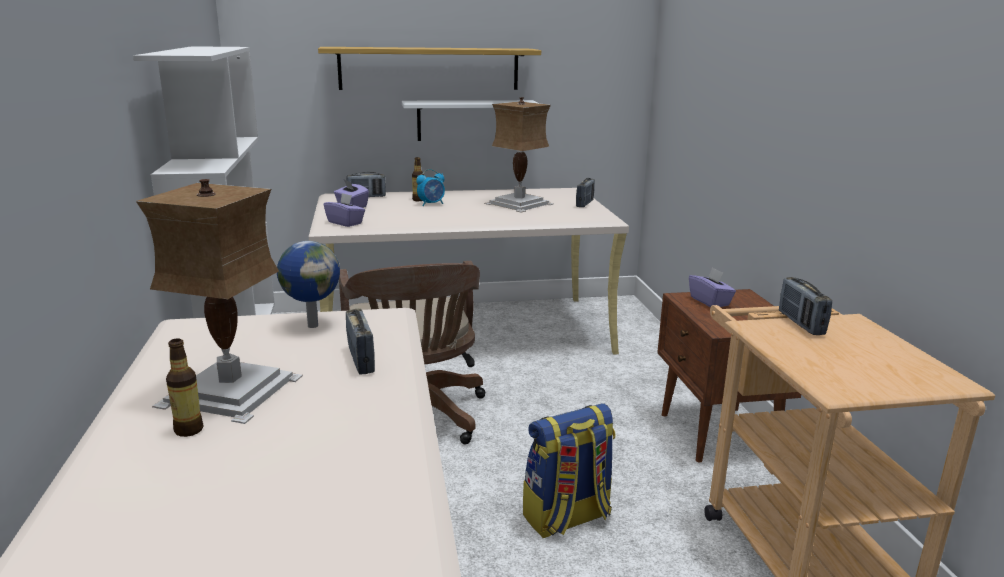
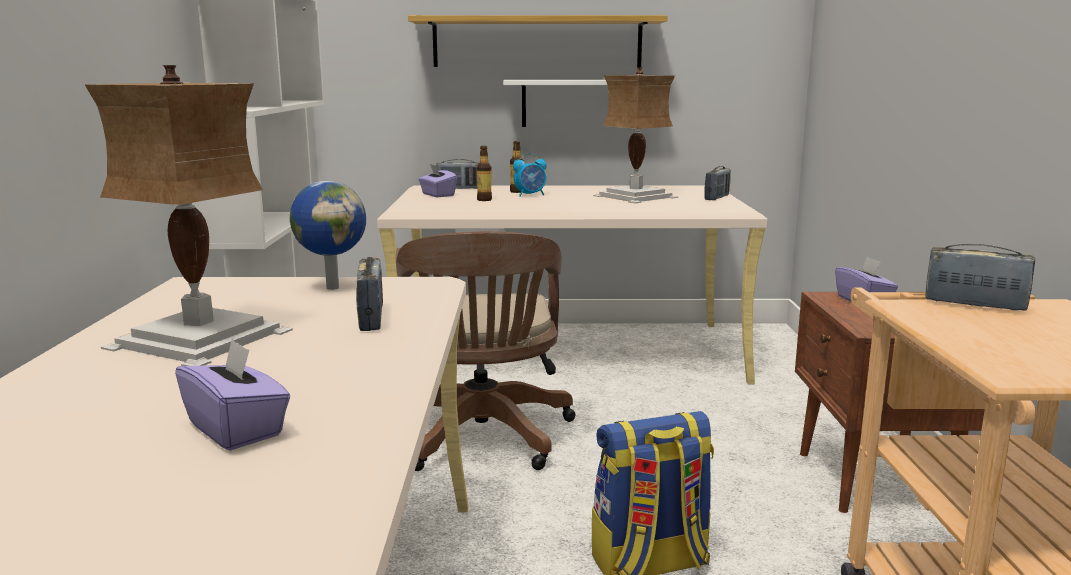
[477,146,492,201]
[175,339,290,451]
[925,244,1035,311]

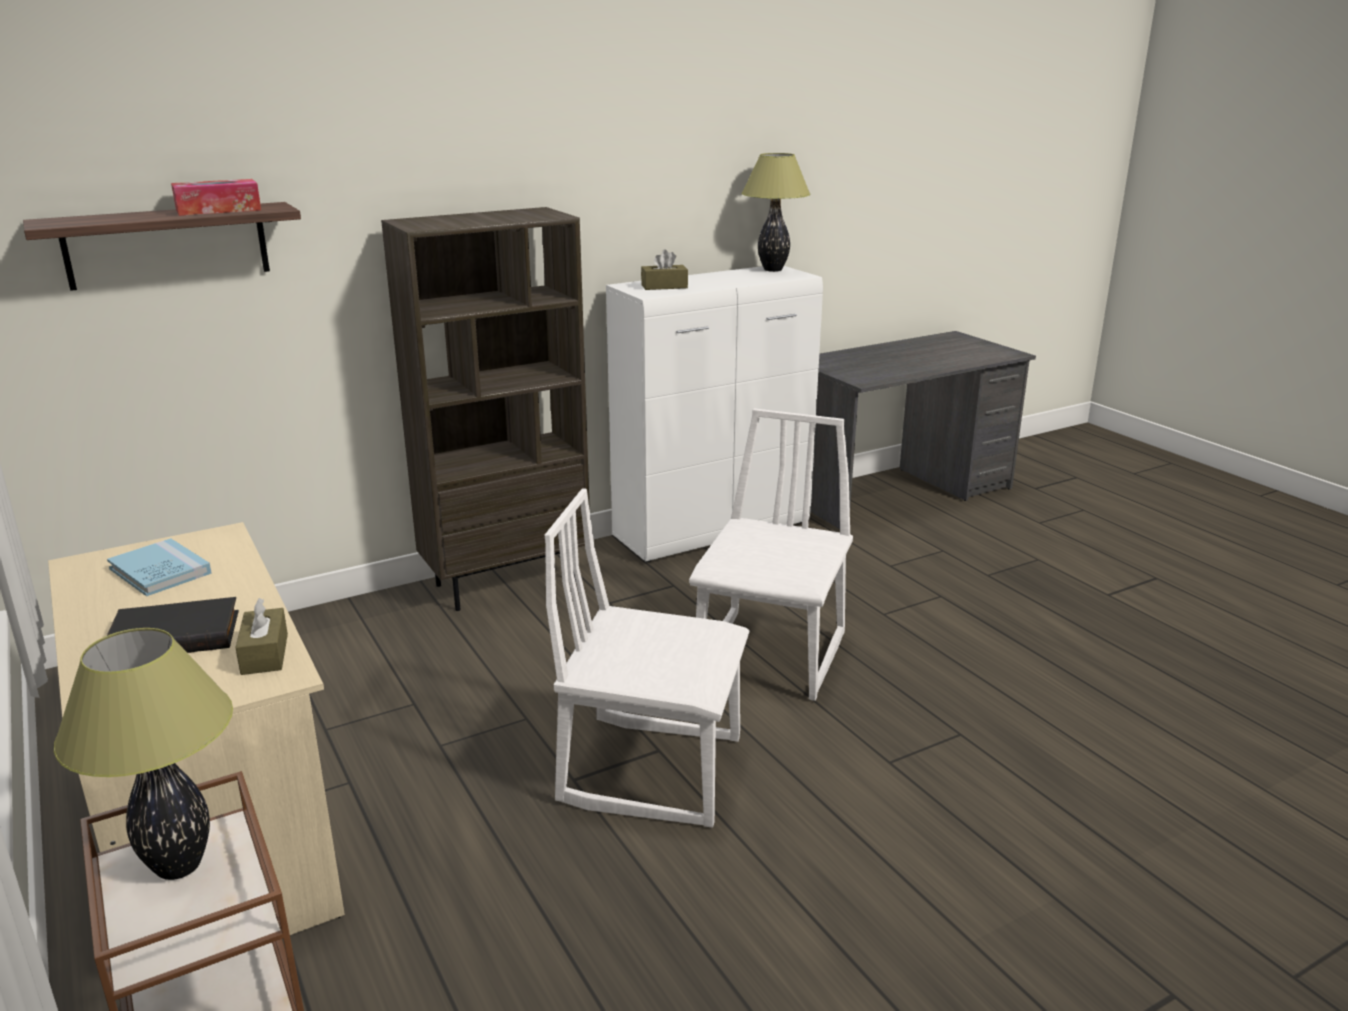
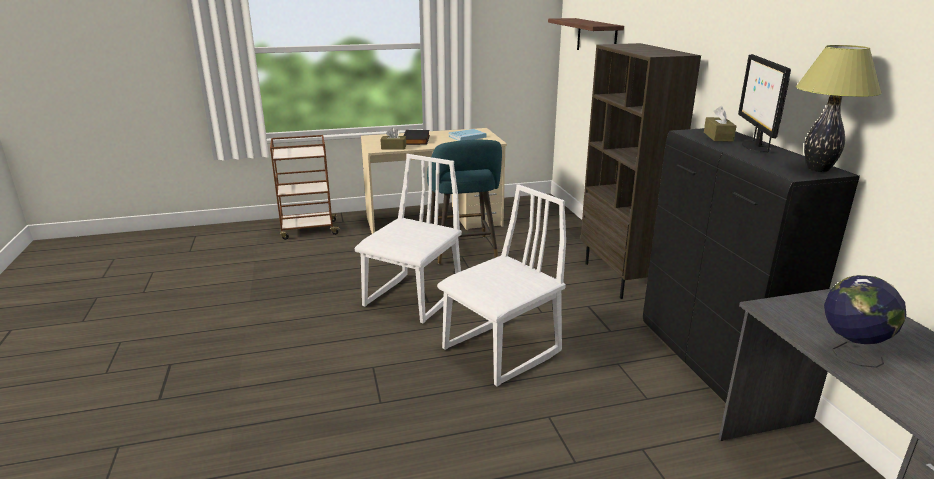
[54,628,233,880] (first image)
[171,179,261,216] (first image)
[643,128,860,403]
[437,184,566,386]
[427,140,502,264]
[738,54,791,153]
[824,275,906,368]

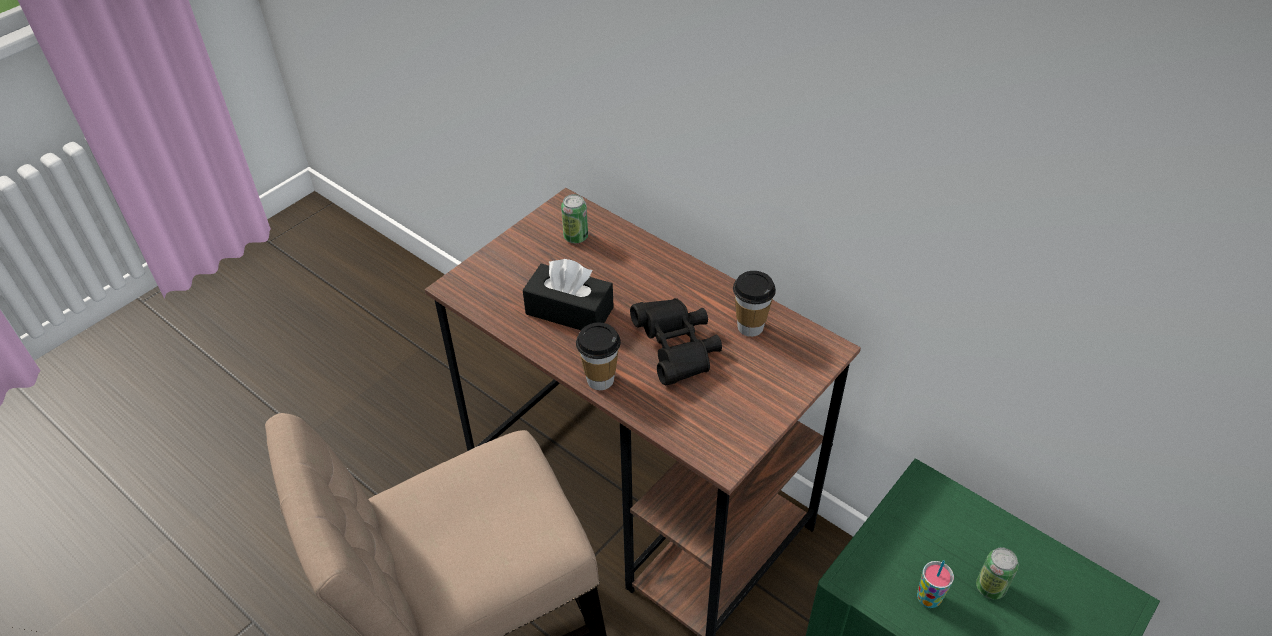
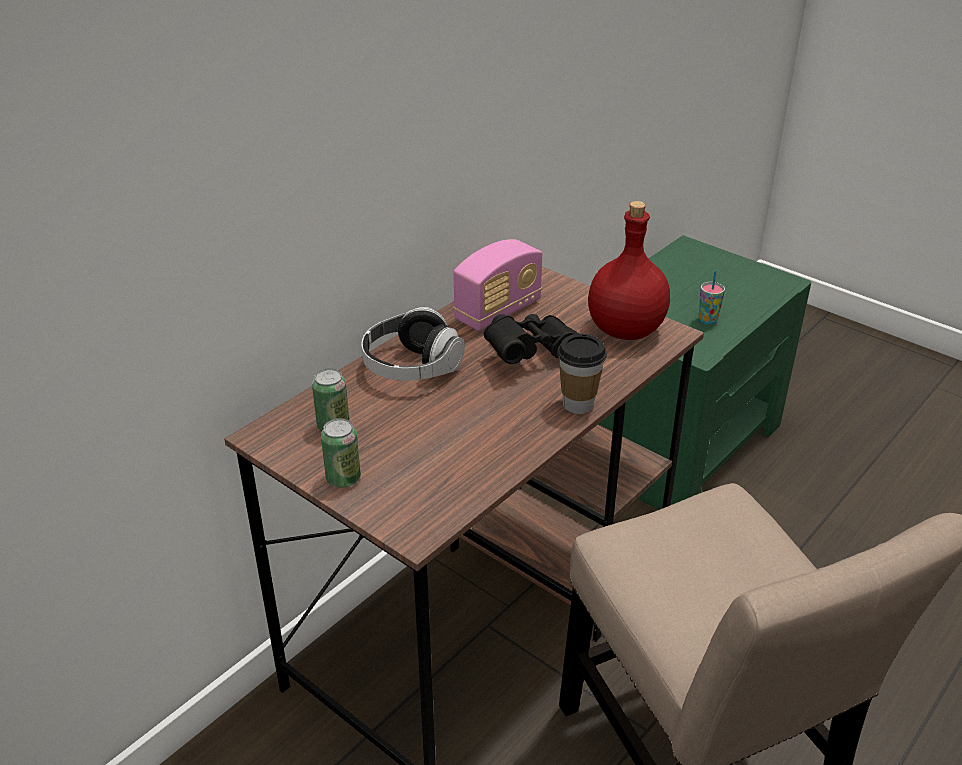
[523,259,614,330] (first image)
[453,239,542,331]
[321,418,361,488]
[362,307,465,381]
[588,201,670,340]

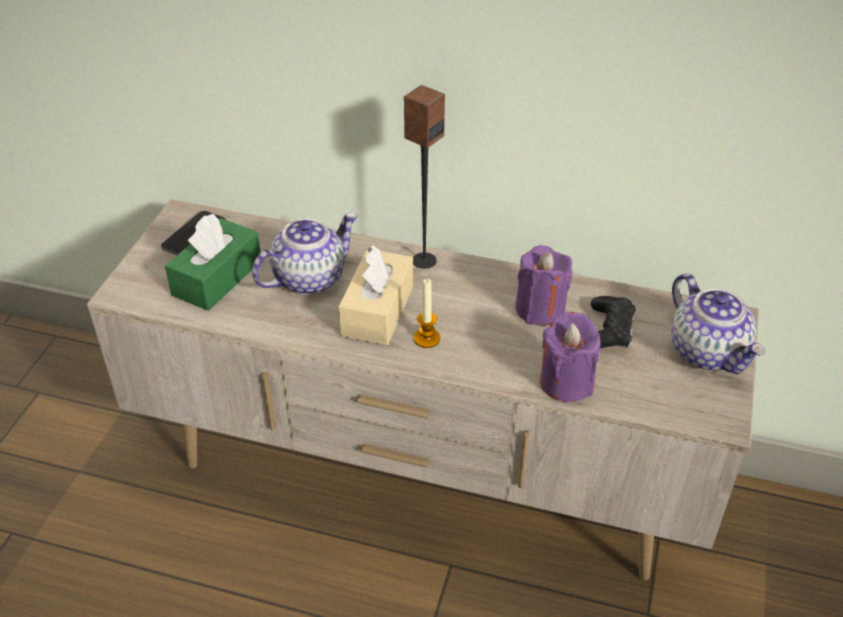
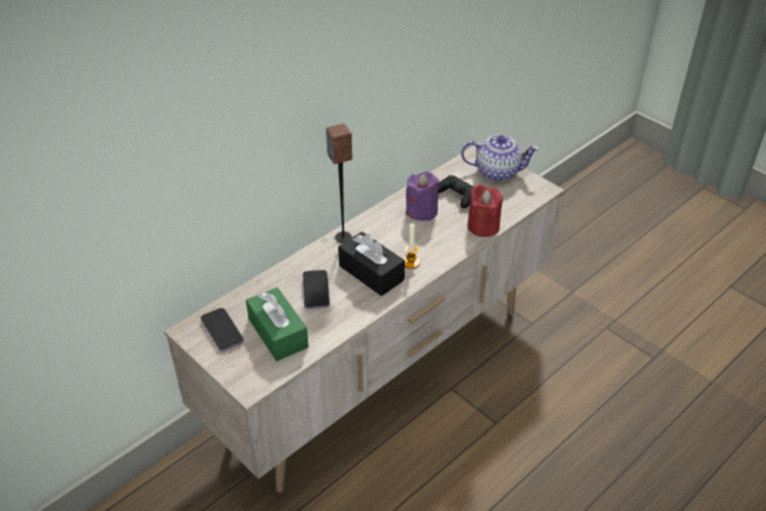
[303,270,330,309]
[338,232,405,296]
[468,184,503,237]

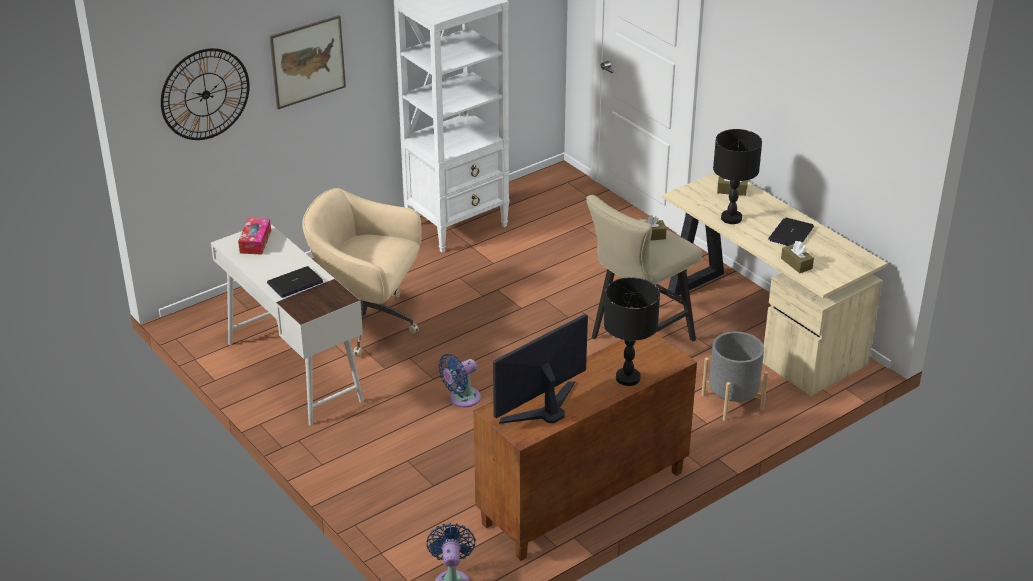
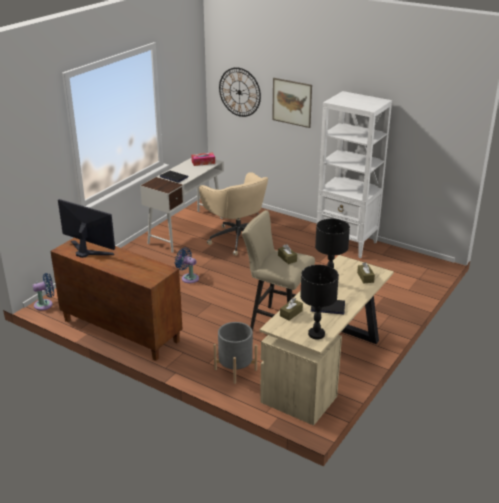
[199,172,268,256]
[300,265,339,339]

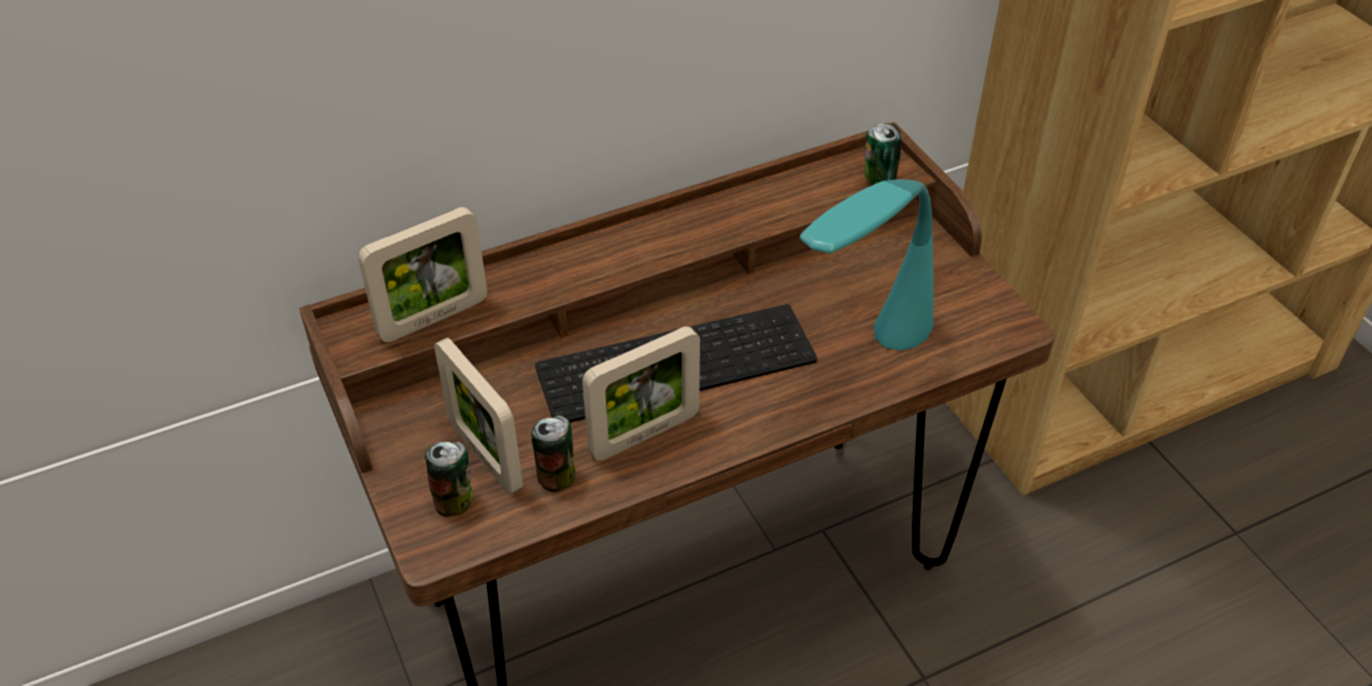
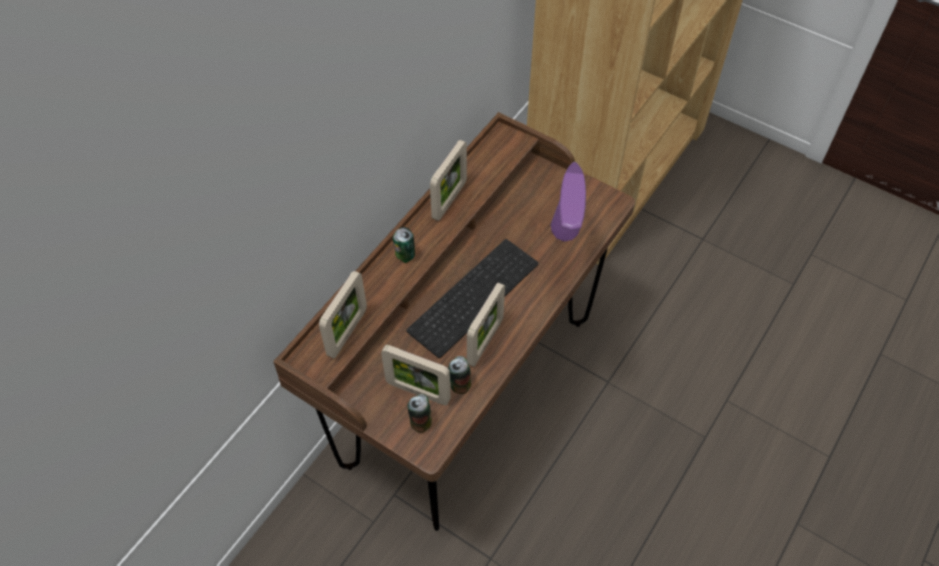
[551,162,586,242]
[393,227,415,263]
[430,140,467,221]

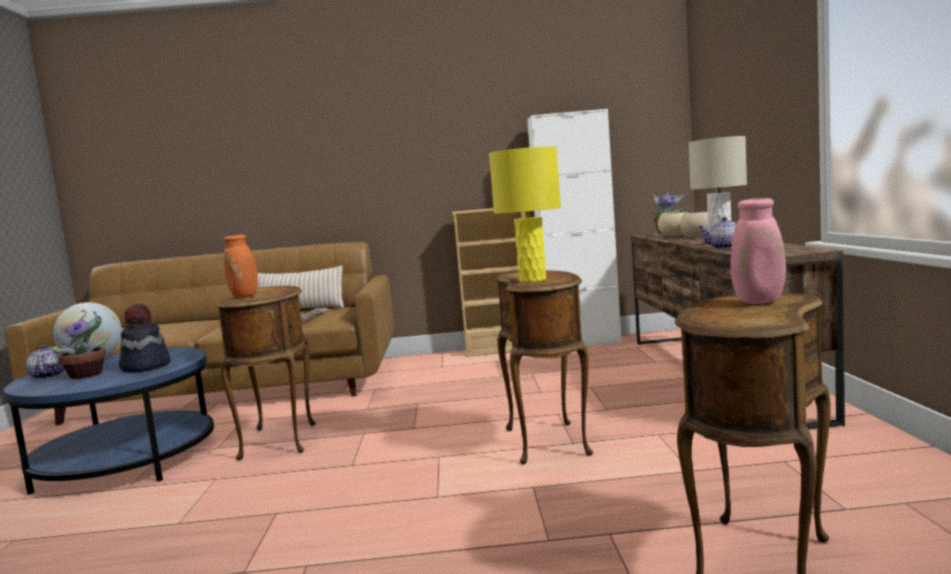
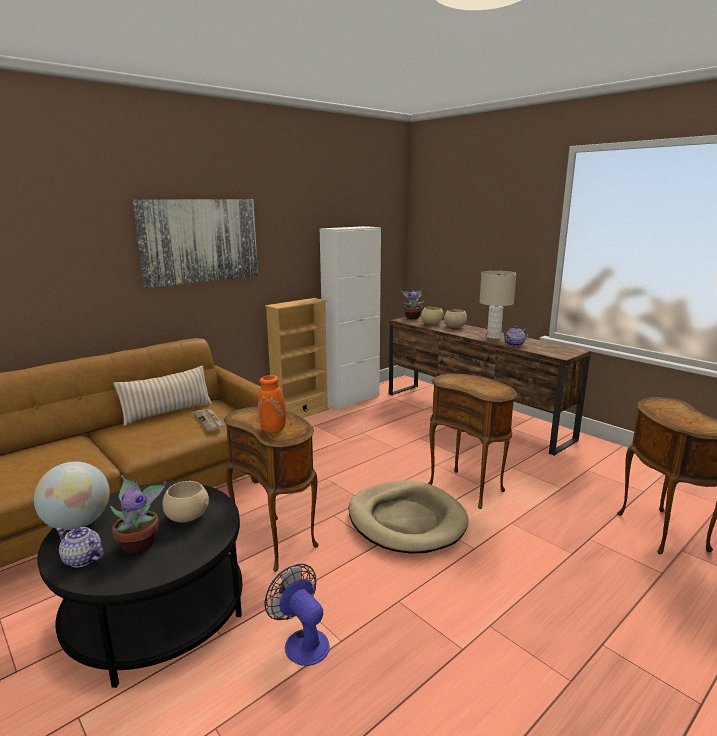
[37,482,242,688]
[162,481,209,523]
[489,146,561,282] (first image)
[731,198,786,304] (first image)
[133,199,258,288]
[264,564,330,666]
[349,480,469,554]

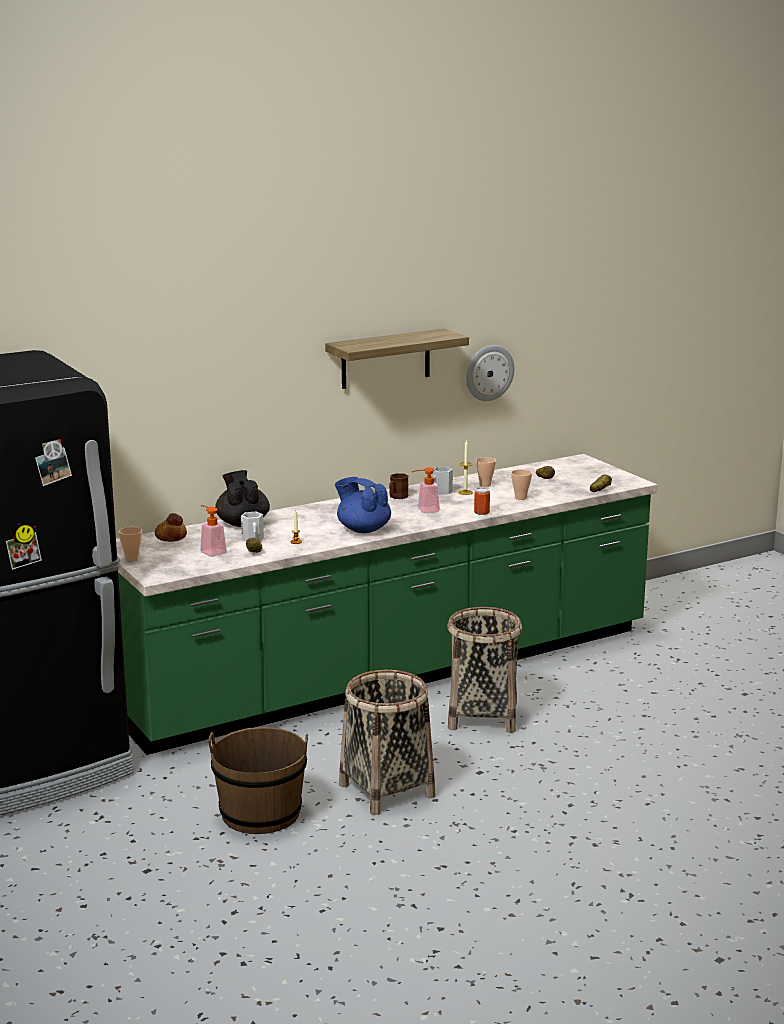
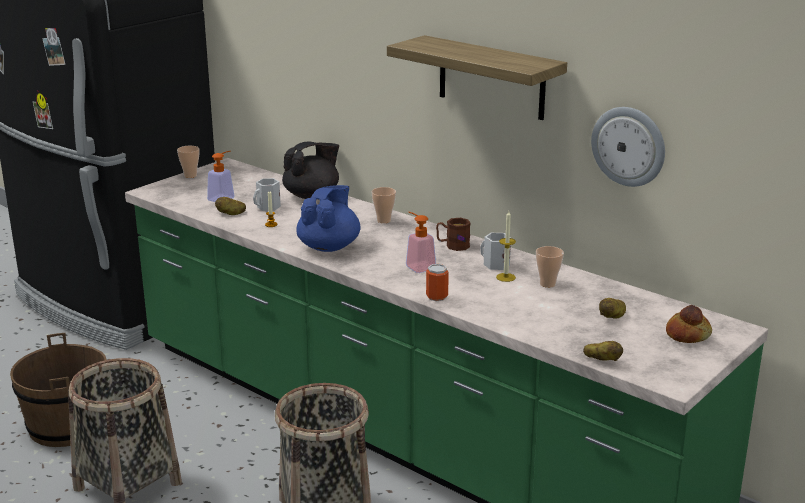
[666,305,712,343]
[372,187,396,223]

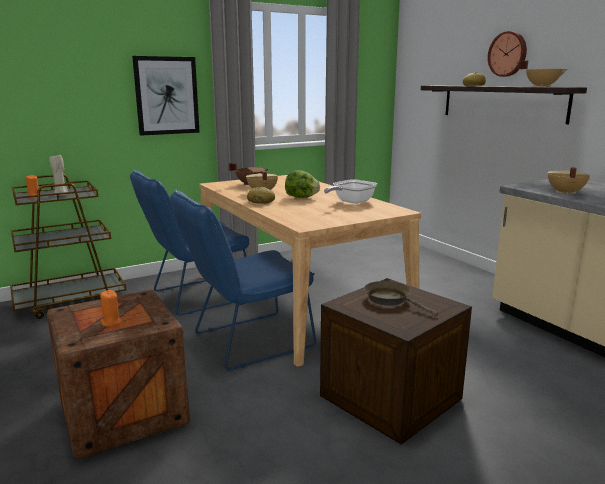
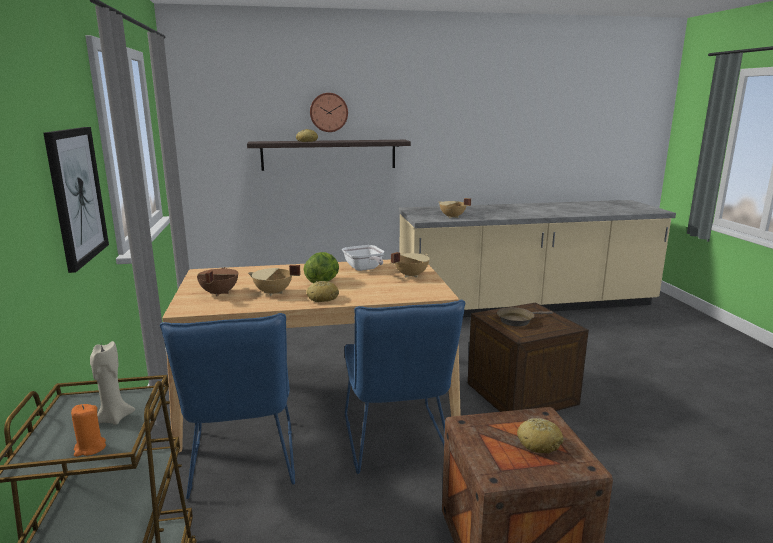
[517,418,563,453]
[391,252,430,278]

